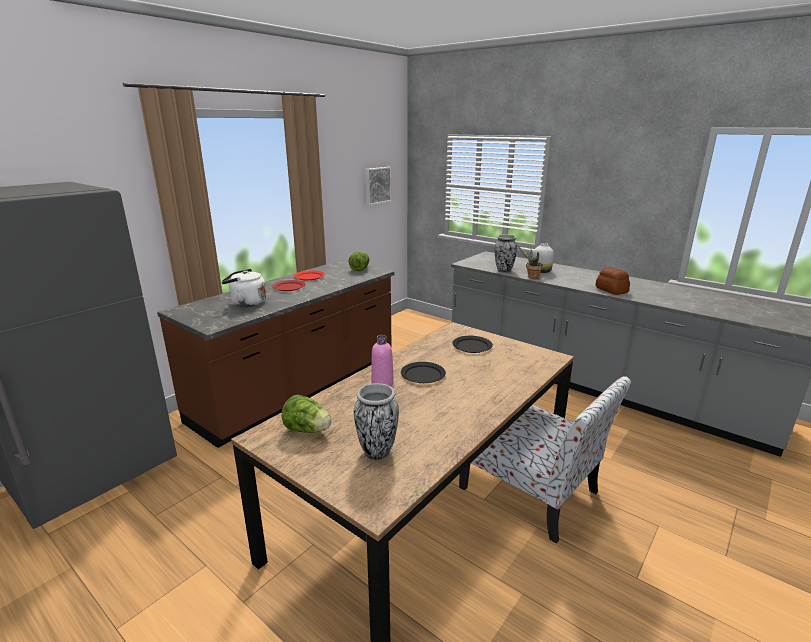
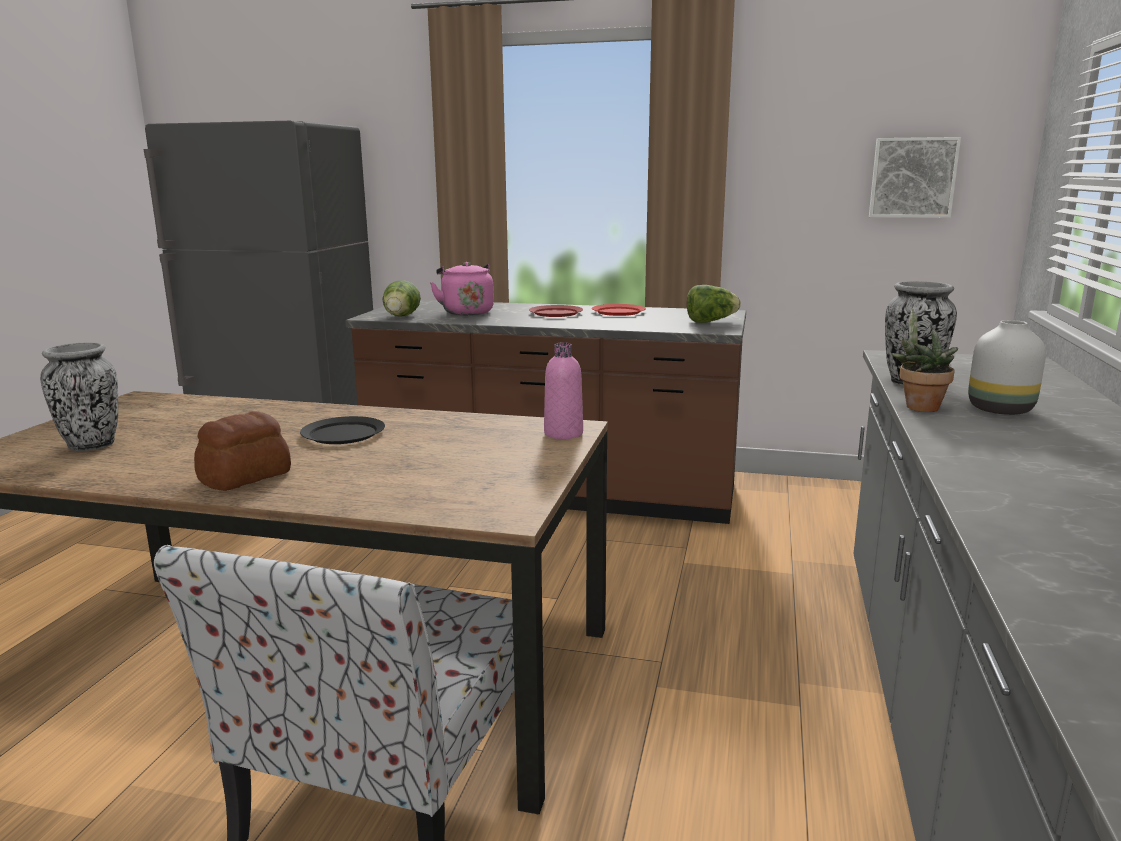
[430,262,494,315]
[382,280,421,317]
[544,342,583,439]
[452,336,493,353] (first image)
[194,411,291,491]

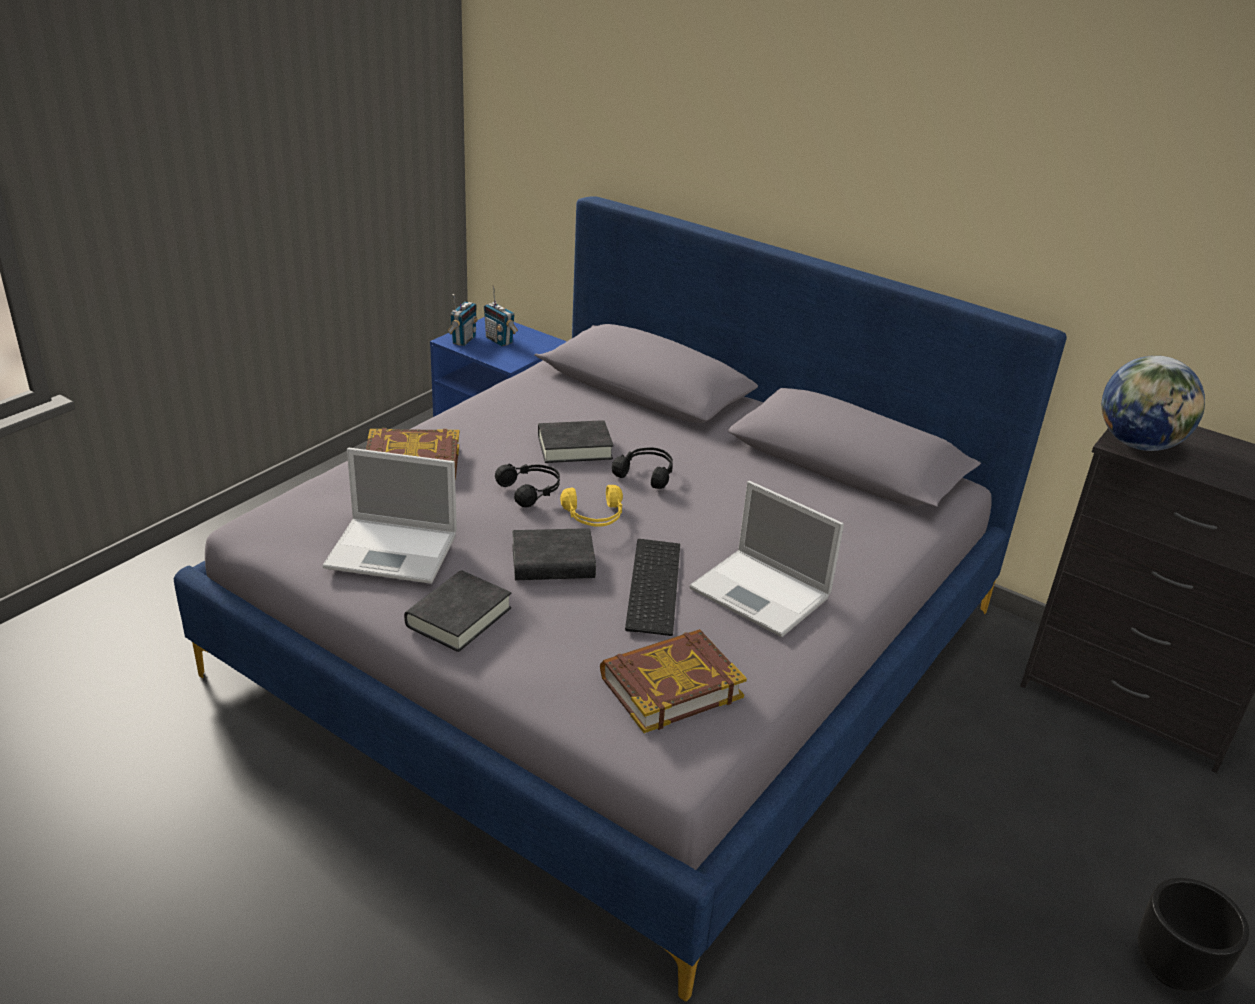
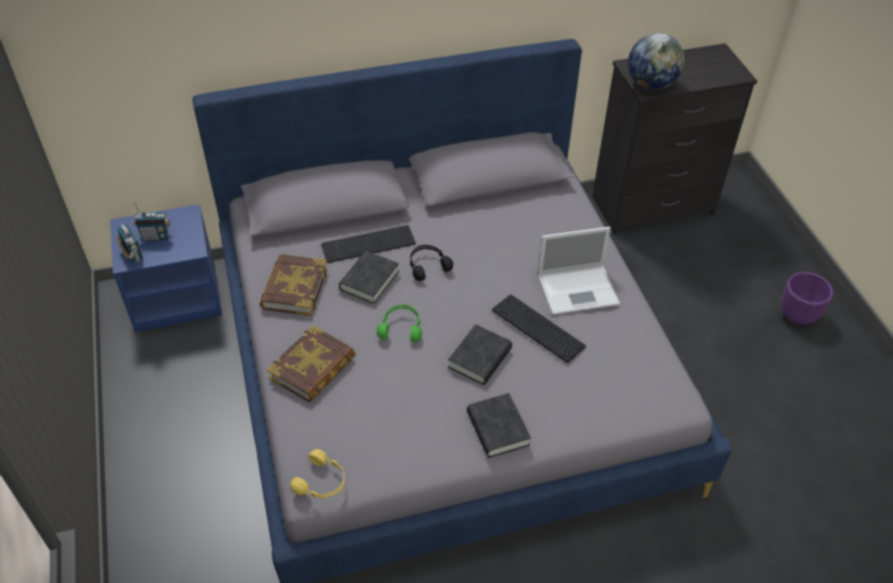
[323,448,457,584] (first image)
[377,304,422,342]
[290,449,345,498]
[260,254,328,316]
[781,272,833,325]
[321,225,416,263]

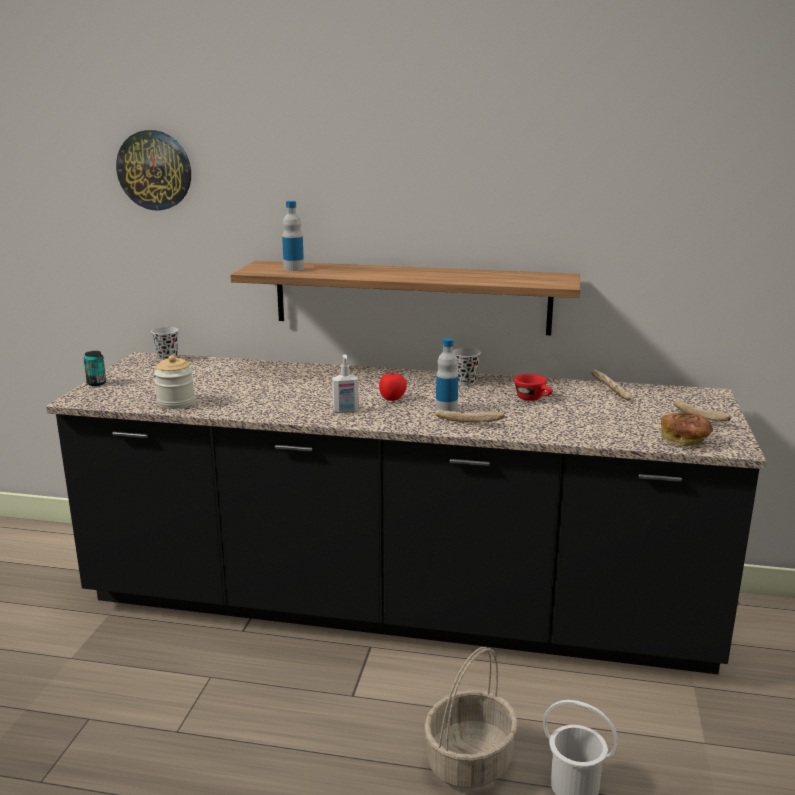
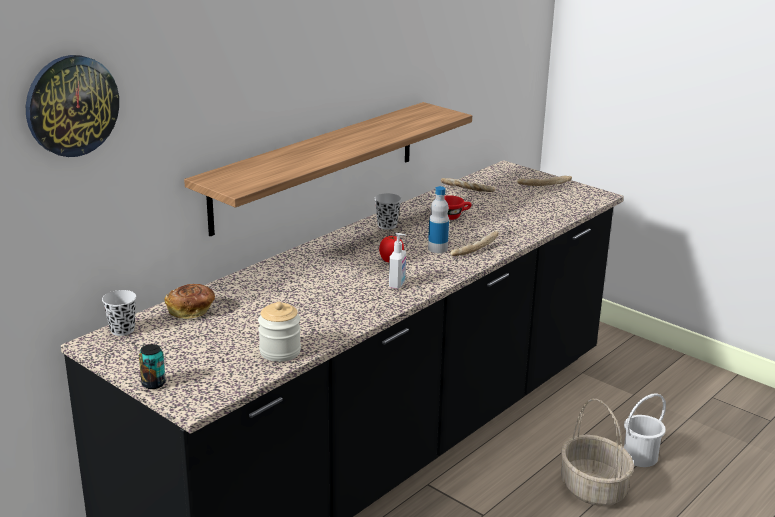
[282,201,304,271] (first image)
[164,284,215,319]

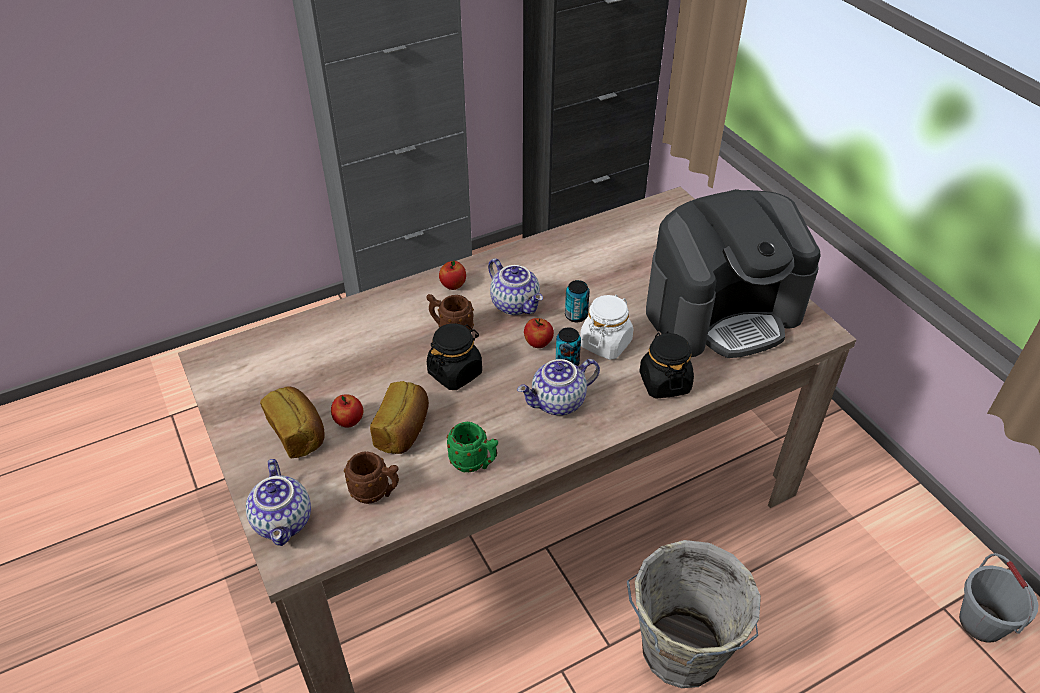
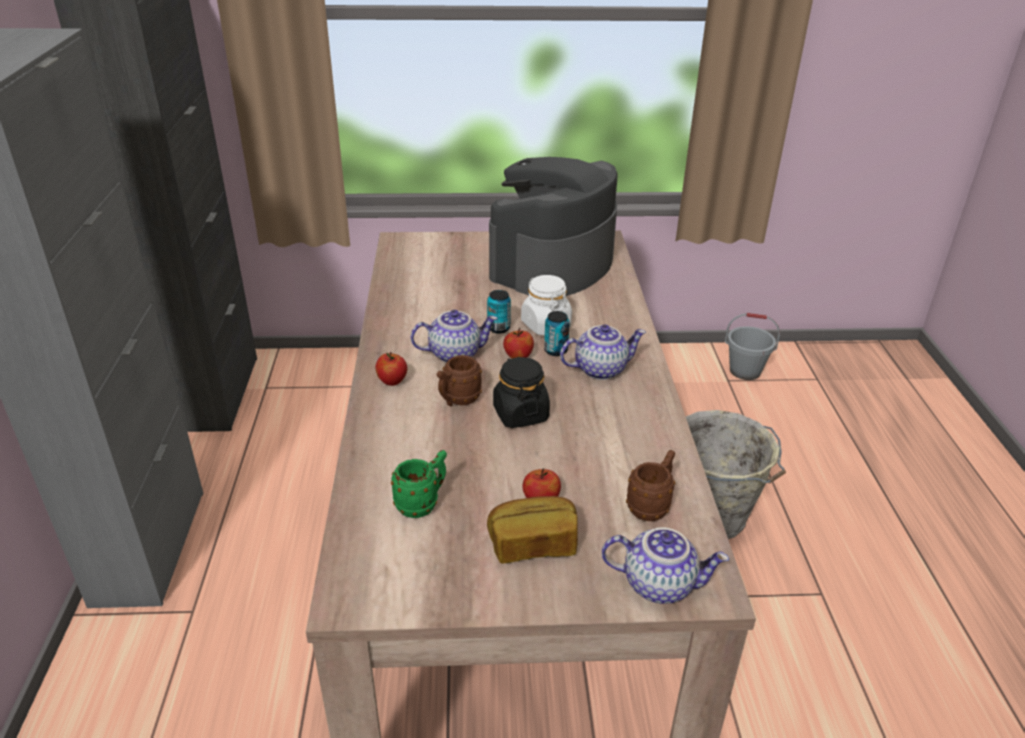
[370,381,429,454] (first image)
[391,450,447,518]
[560,324,646,380]
[640,331,694,399] (first image)
[489,157,618,296]

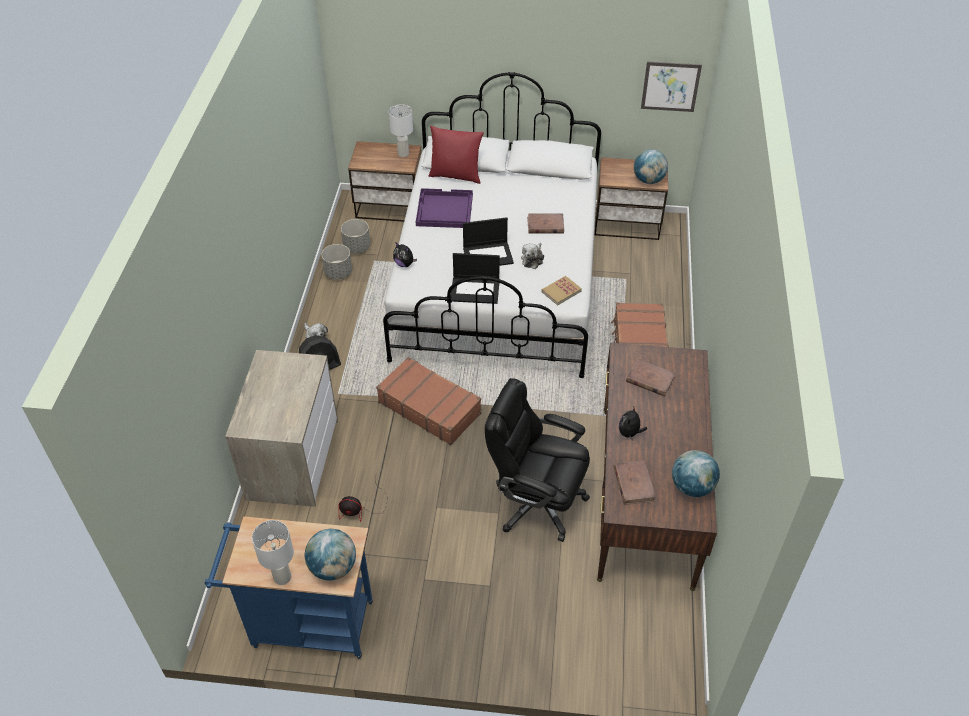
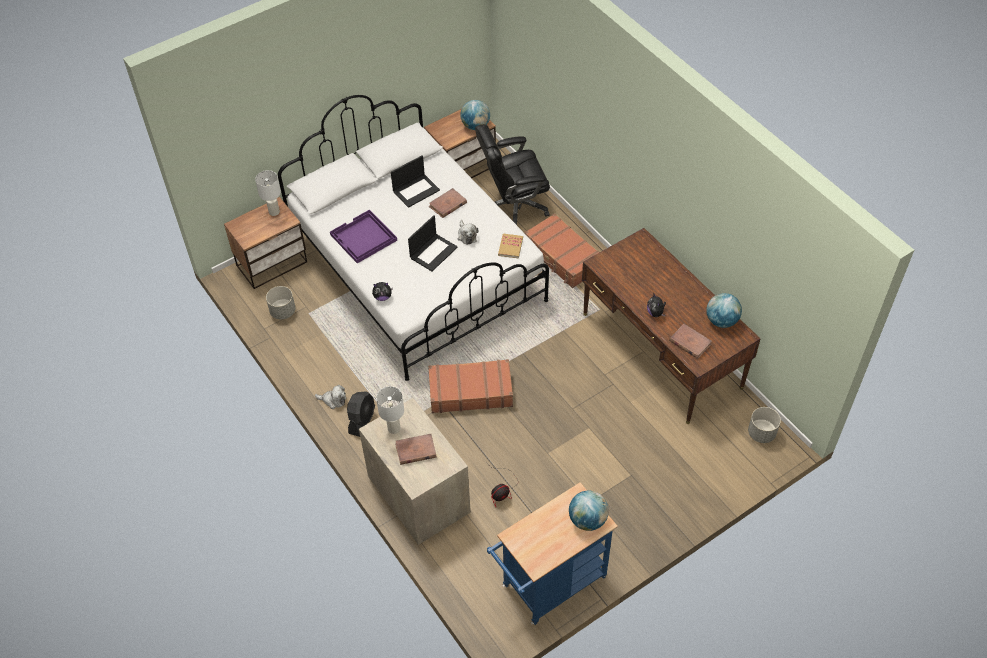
[376,386,404,434]
[748,407,781,443]
[429,126,484,184] (first image)
[391,155,440,208]
[475,124,550,225]
[395,434,436,465]
[641,61,702,112] (first image)

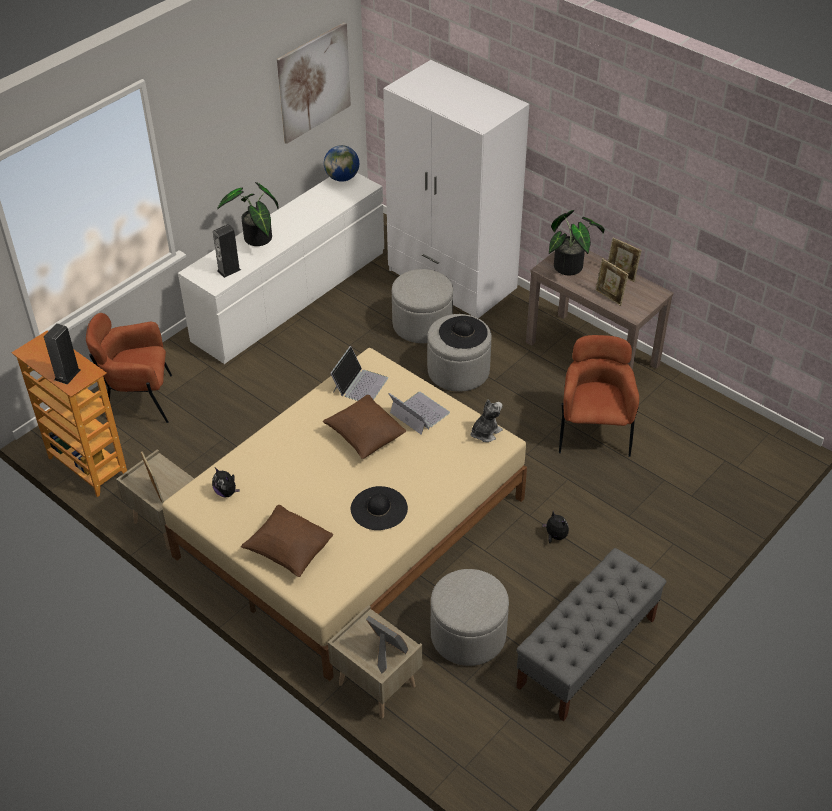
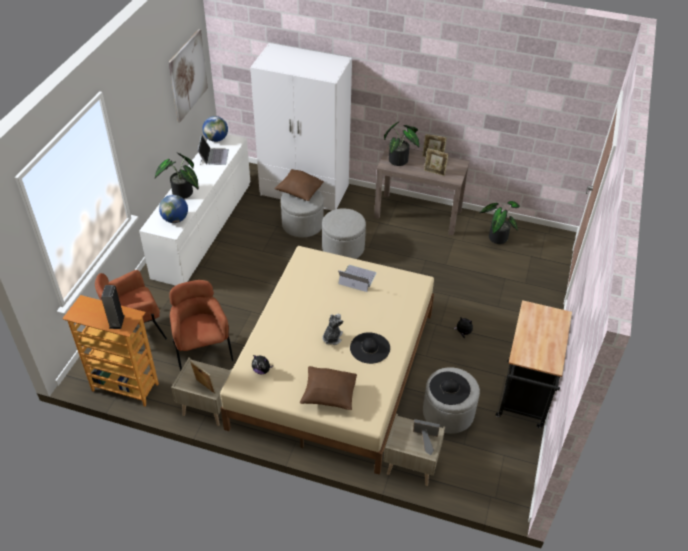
[159,195,188,223]
[274,169,324,201]
[198,135,229,165]
[429,372,470,405]
[322,314,343,345]
[496,300,572,428]
[169,280,234,371]
[479,201,520,244]

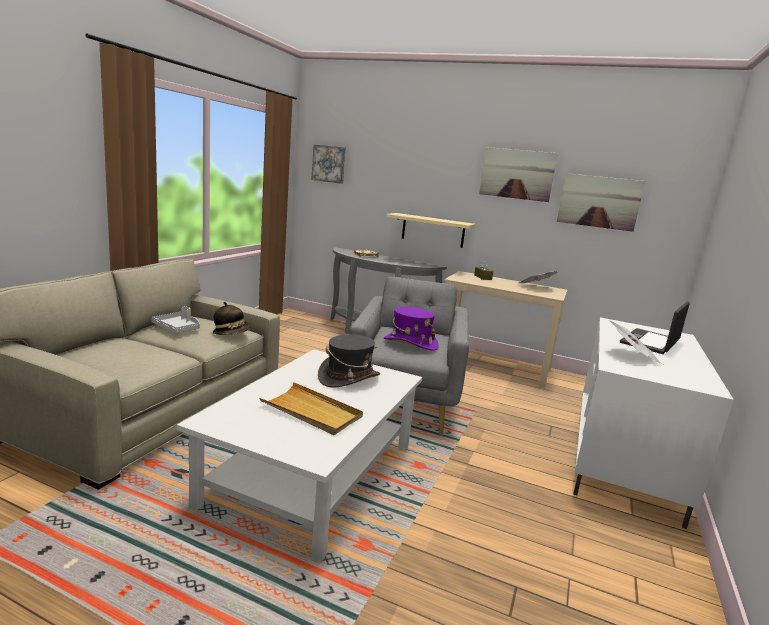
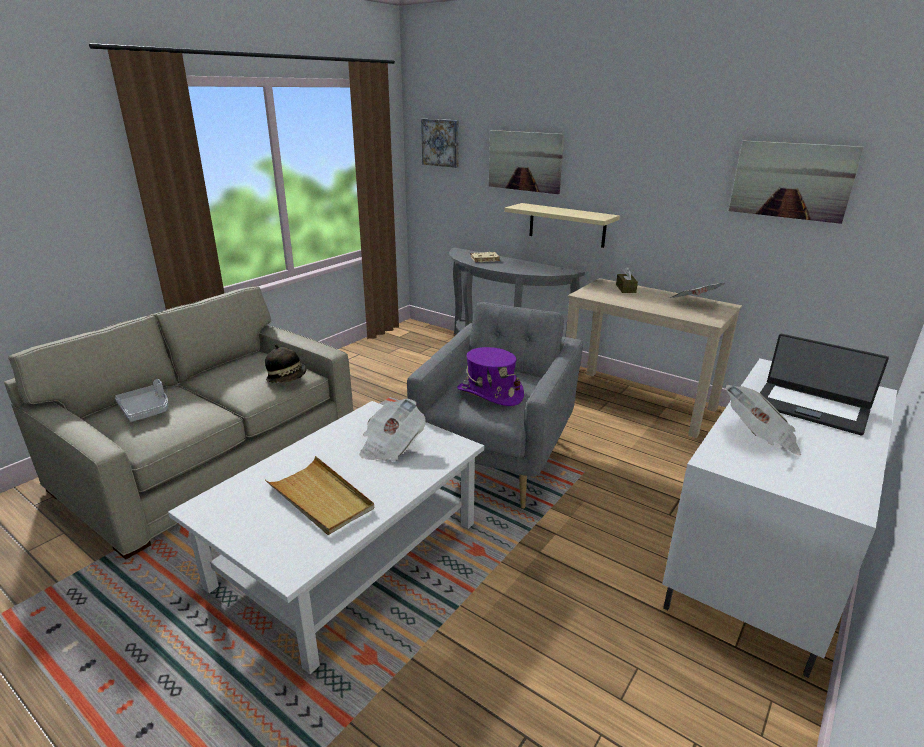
[115,379,168,422]
[359,399,426,461]
[489,130,564,194]
[760,334,889,435]

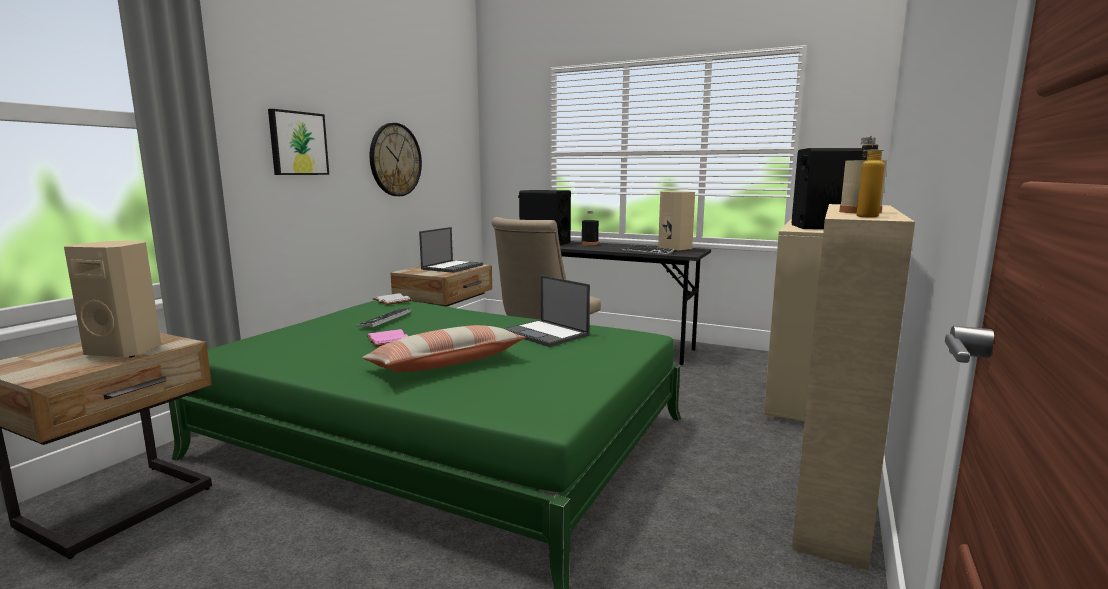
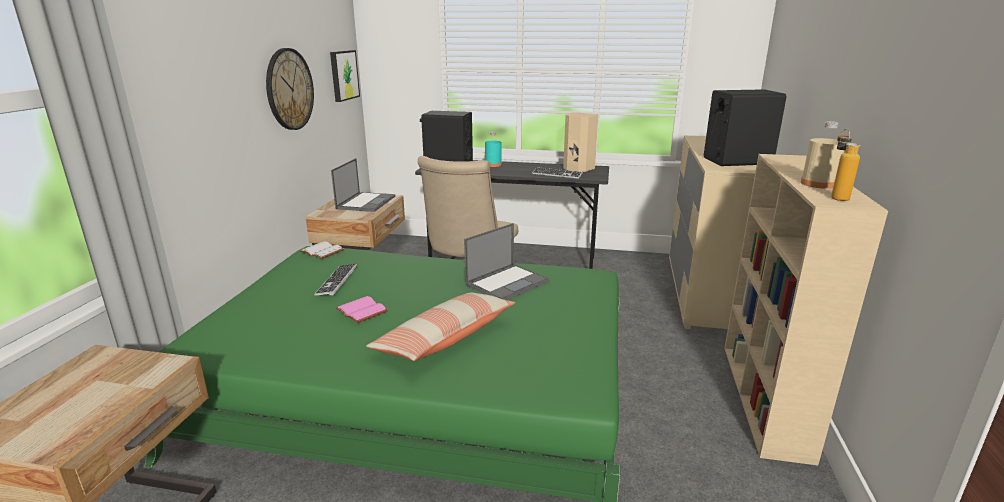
[64,241,161,357] (first image)
[330,50,360,102]
[464,223,549,300]
[485,132,502,167]

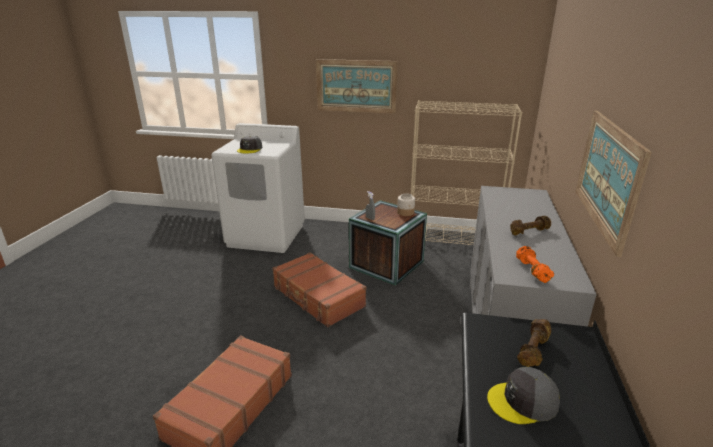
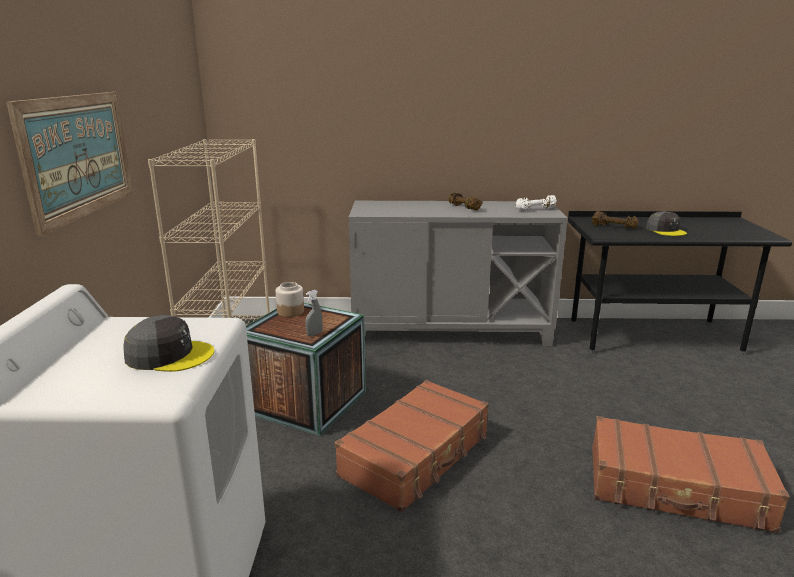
[516,195,557,211]
[576,111,652,257] (first image)

